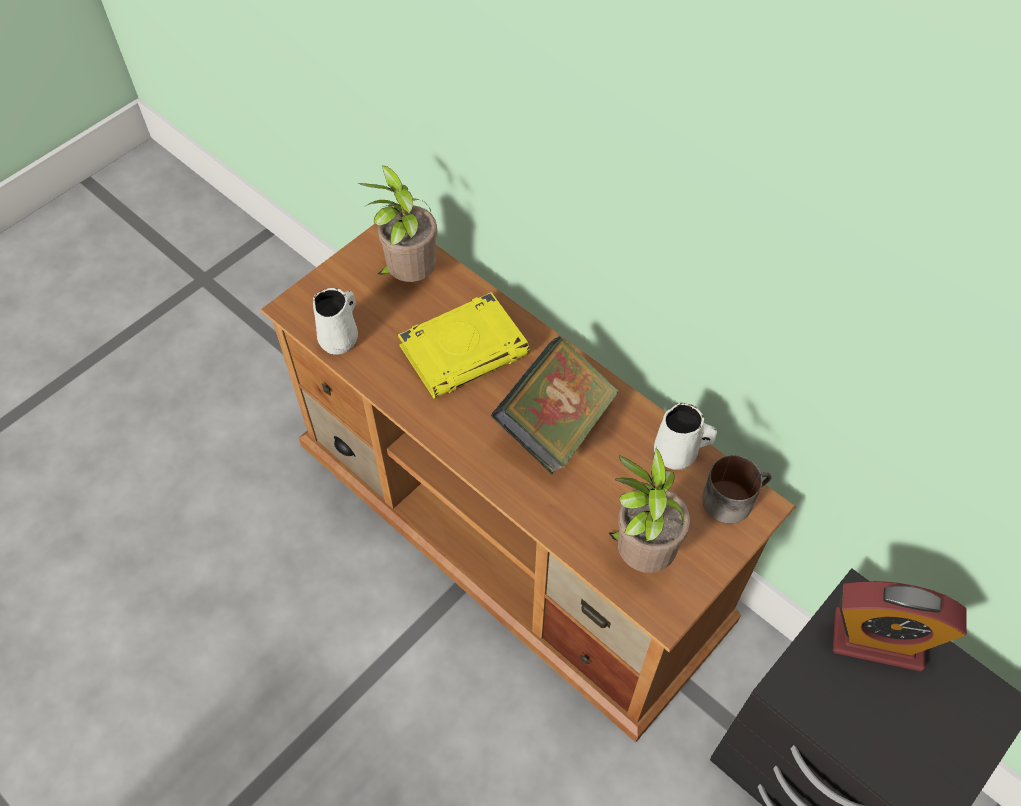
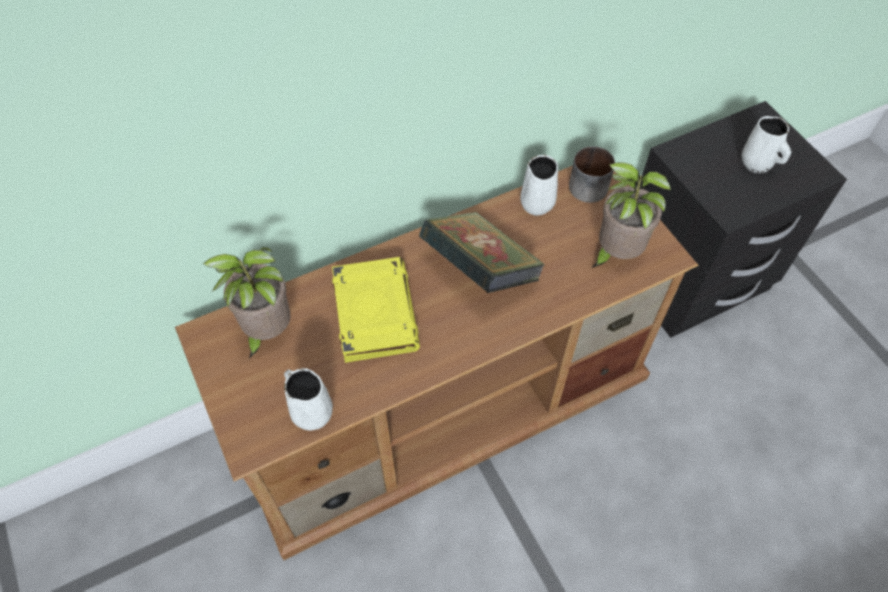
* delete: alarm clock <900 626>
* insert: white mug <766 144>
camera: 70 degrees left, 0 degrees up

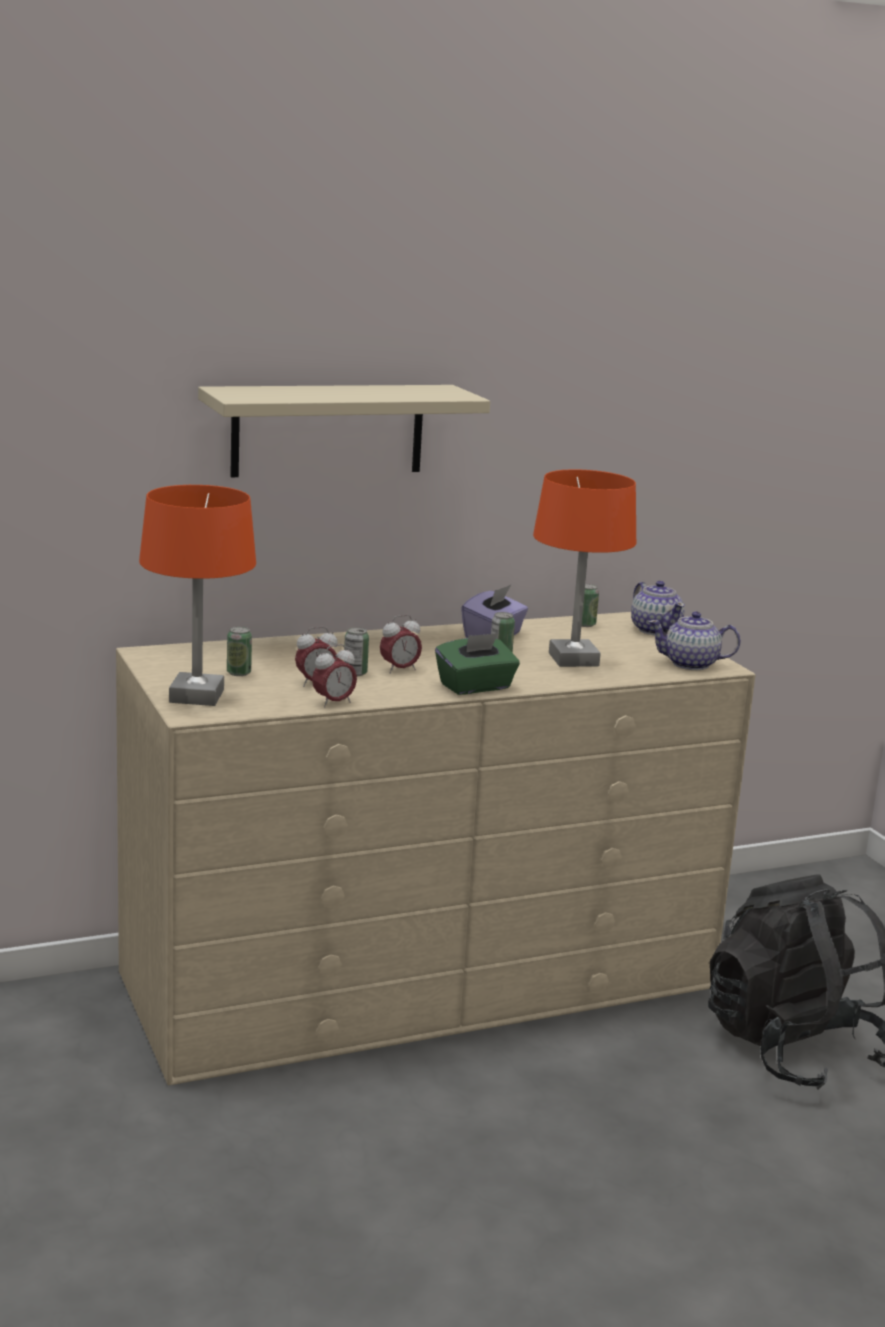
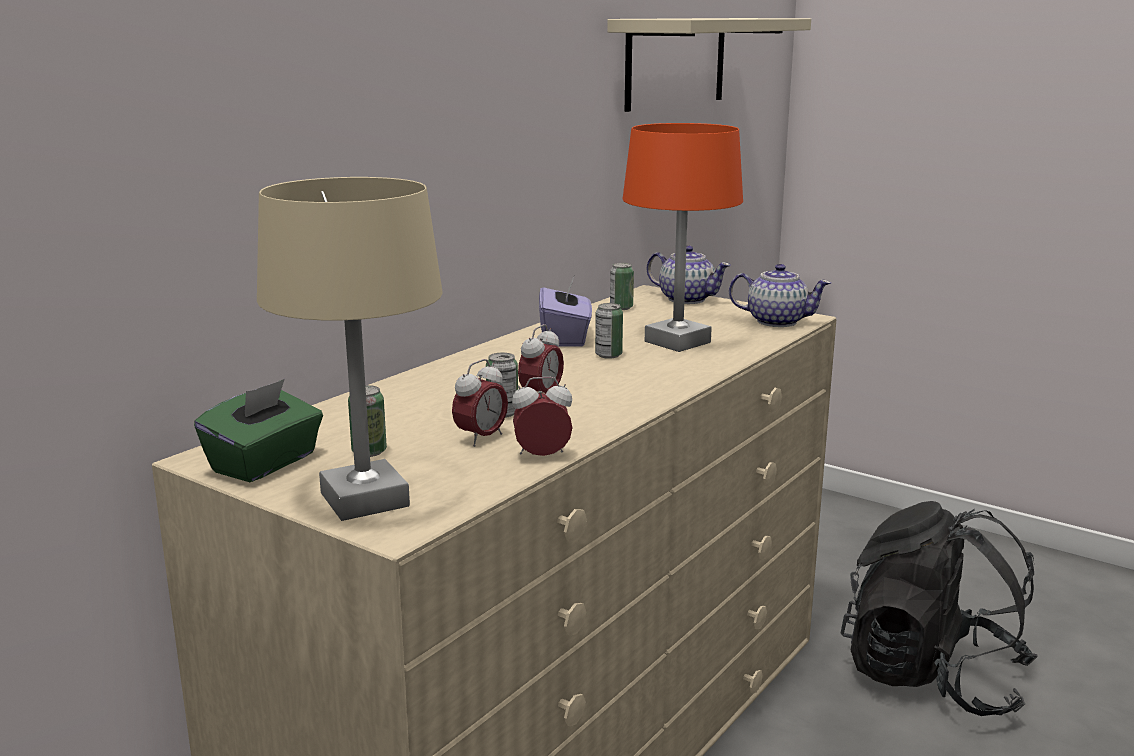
* move: beige shelf <344 431> to <709 65>
* move: green tissue box <477 664> to <258 430>
* recolor: orange table lamp <197 595> to beige table lamp <350 349>
* rotate: alarm clock <334 676> = <542 416> 120 degrees counterclockwise
* rotate: teapot <694 641> = <780 295> 135 degrees counterclockwise
camera: 30 degrees left, 0 degrees up

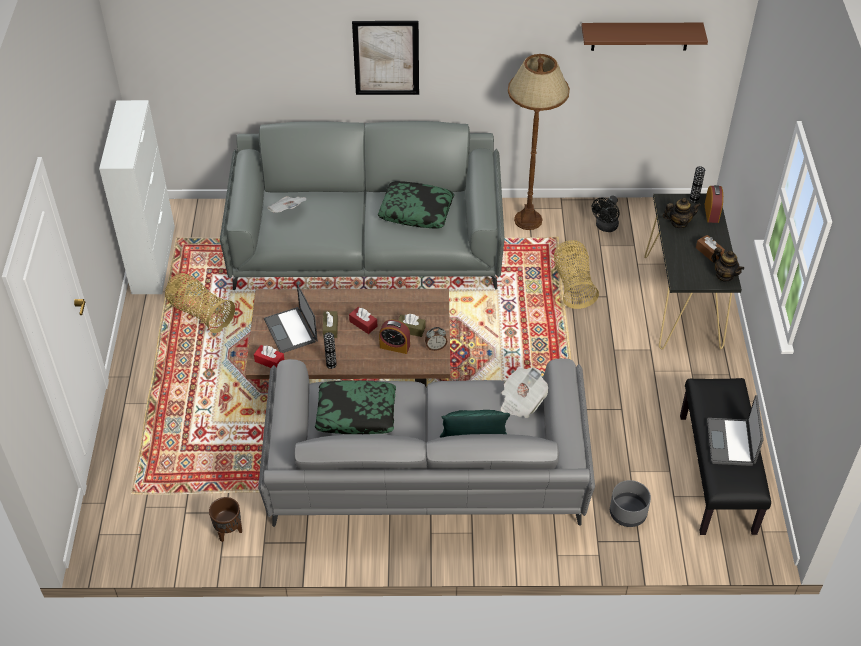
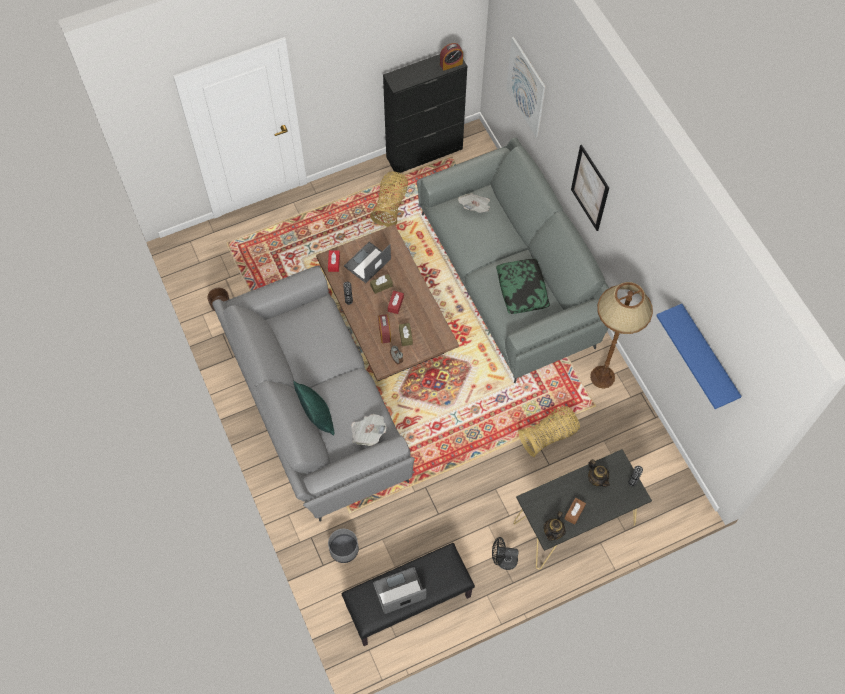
* delete: pillow <355 407>
* insert: picture <526 87>
* move: black fan <606 213> to <505 553>
* move: alarm clock <713 204> to <451 57>
* recolor: white cabinet <137 197> to black cabinet <425 113>
* recolor: brown shelf <645 37> to blue shelf <699 356>
camera: 65 degrees right, 15 degrees up

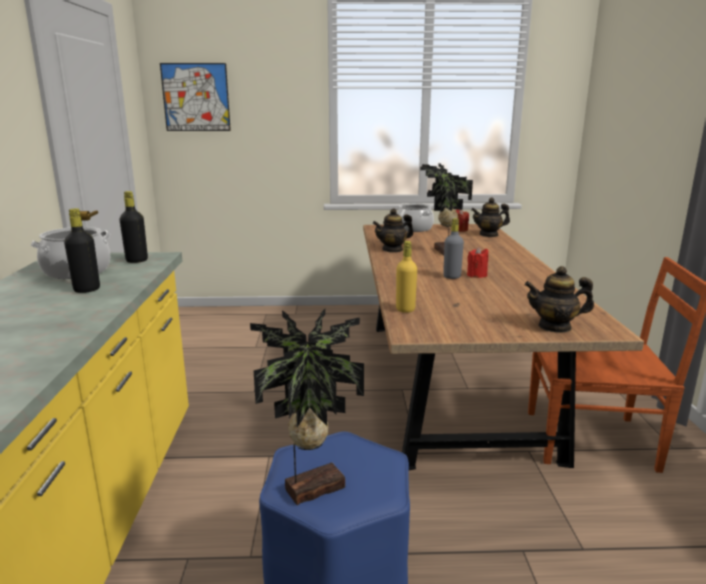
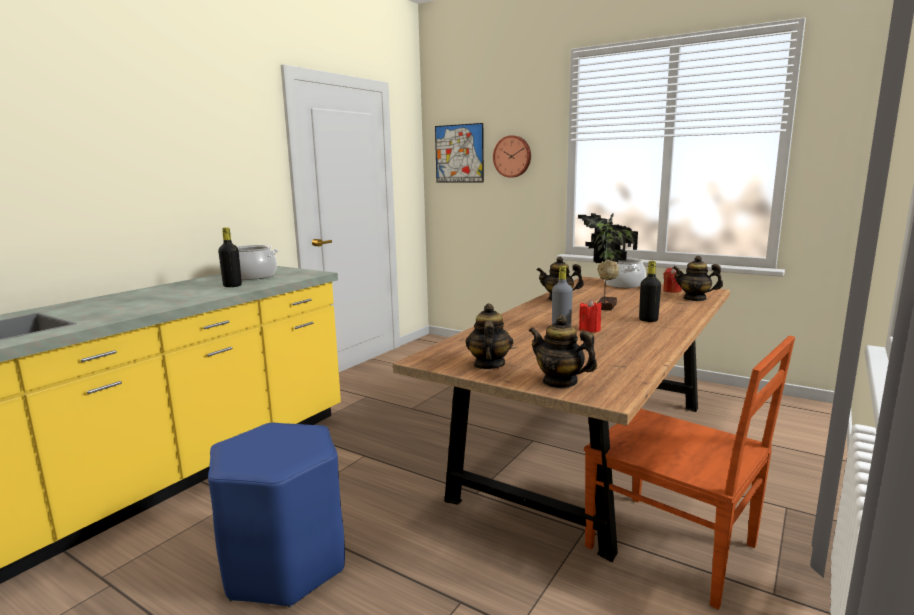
* delete: potted plant <307 407>
* delete: yellow bottle <406 277>
* insert: teapot <489 336>
* insert: wall clock <512 156>
* move: black bottle <134 227> to <650 291>
camera: 35 degrees right, 5 degrees down

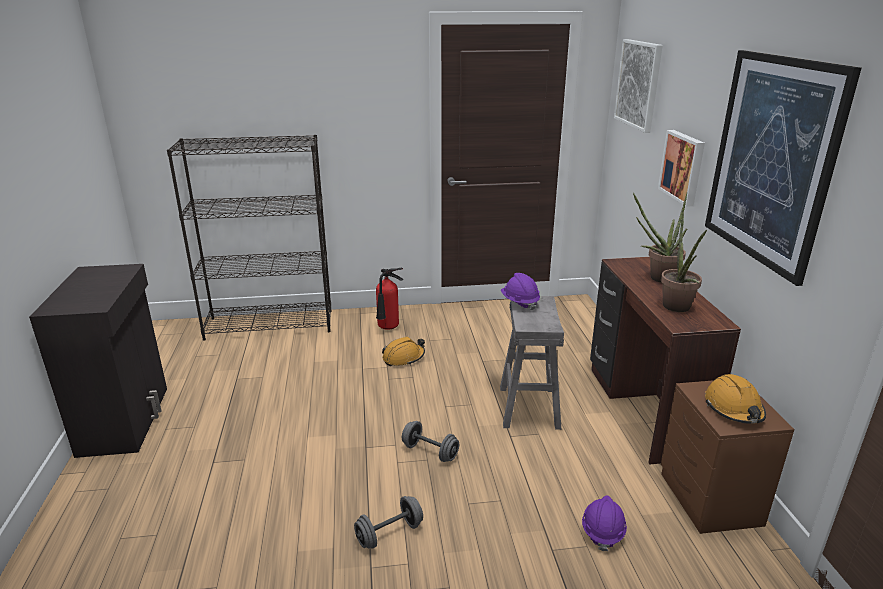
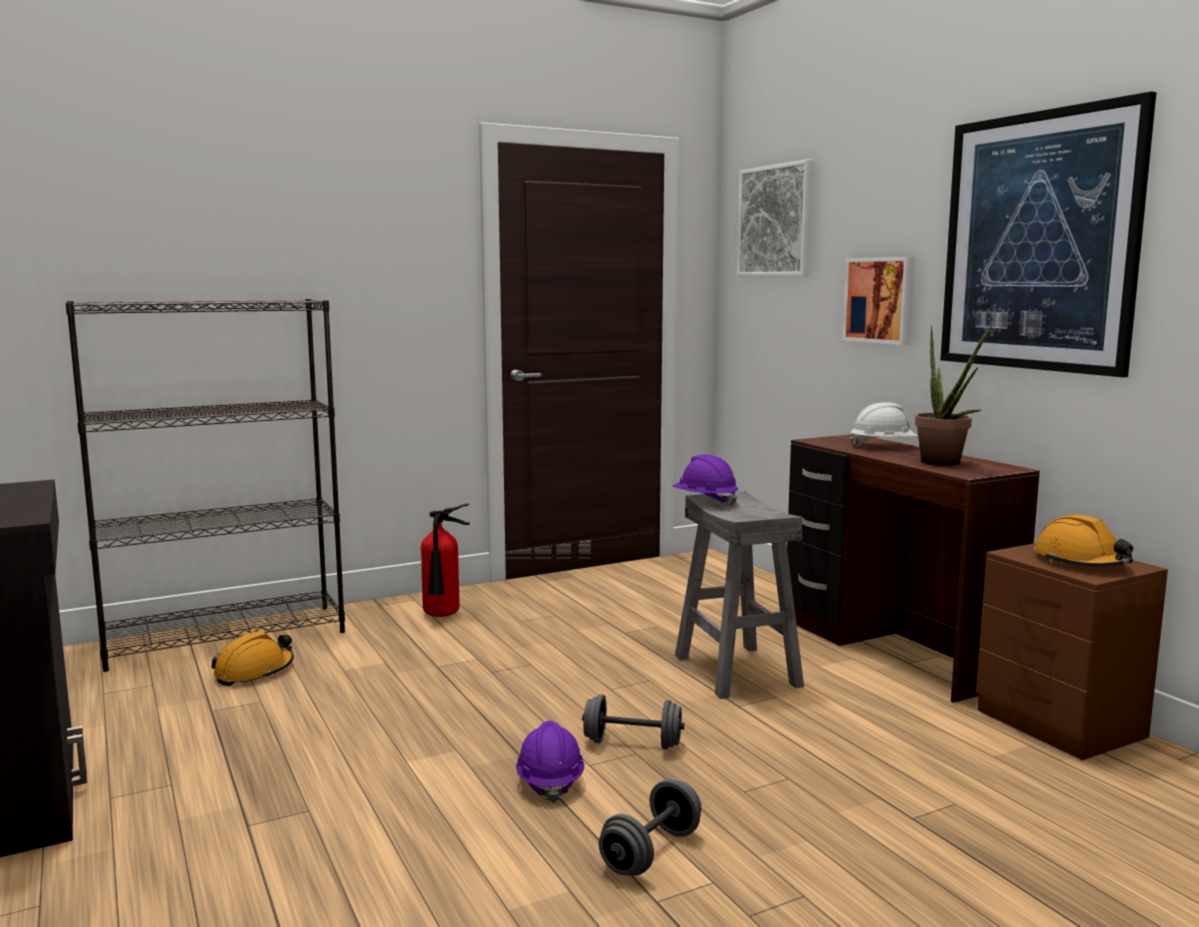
* move: orange hard hat <403 351> to <253 658>
* move: purple hard hat <604 523> to <550 762>
* replace: potted plant <660 238> to white hard hat <884 424>
camera: 20 degrees left, 15 degrees down

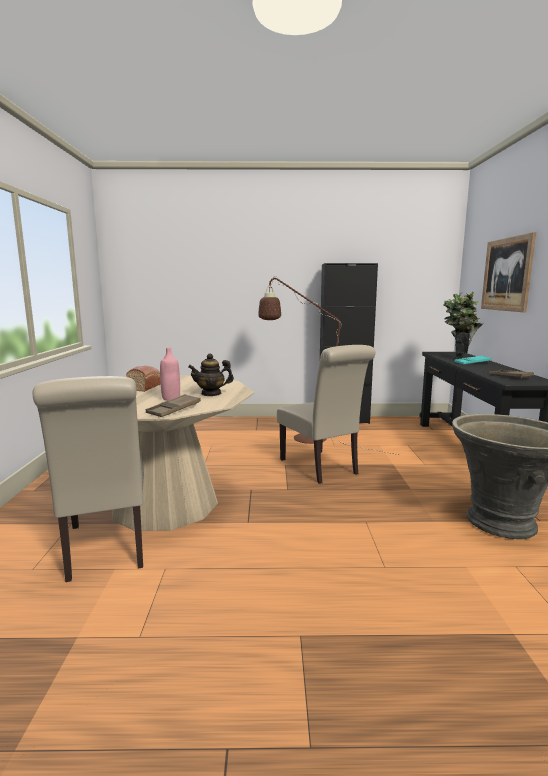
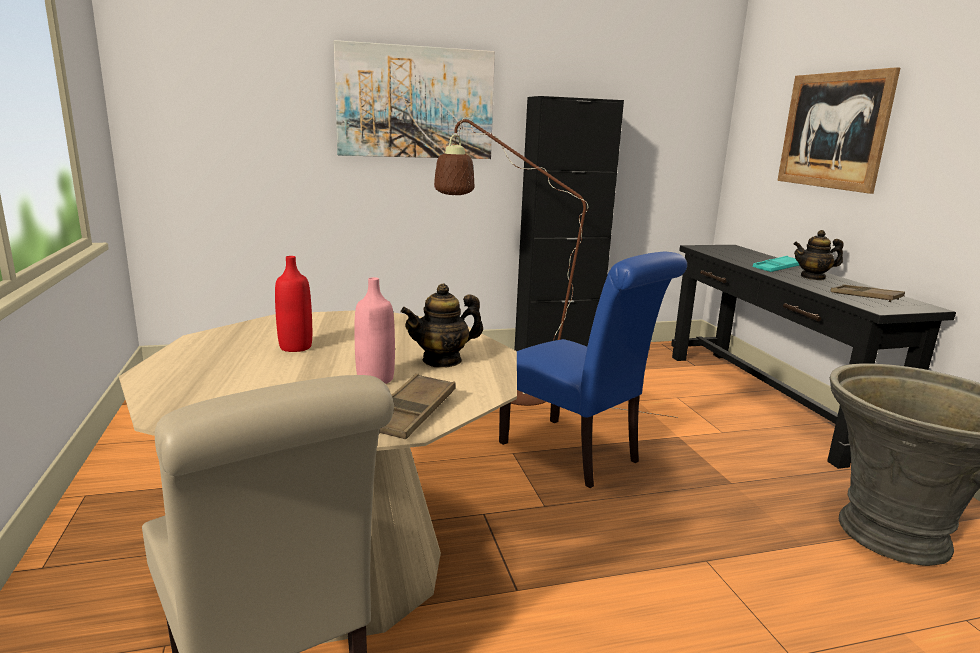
* delete: potted plant <463 325>
* insert: picture <414 99>
* insert: teapot <818 255>
* replace: bread <143 379> to red bottle <293 304>
* recolor: beige chair <326 414> to blue chair <593 370>
camera: 15 degrees left, 5 degrees up

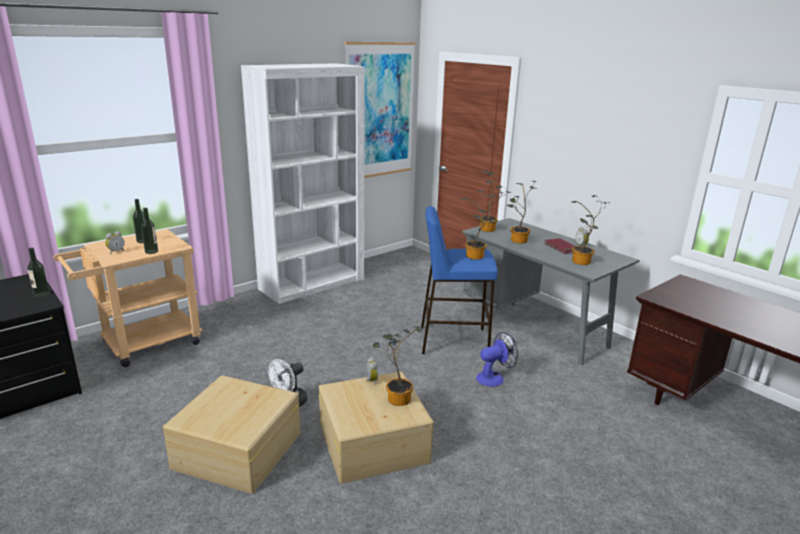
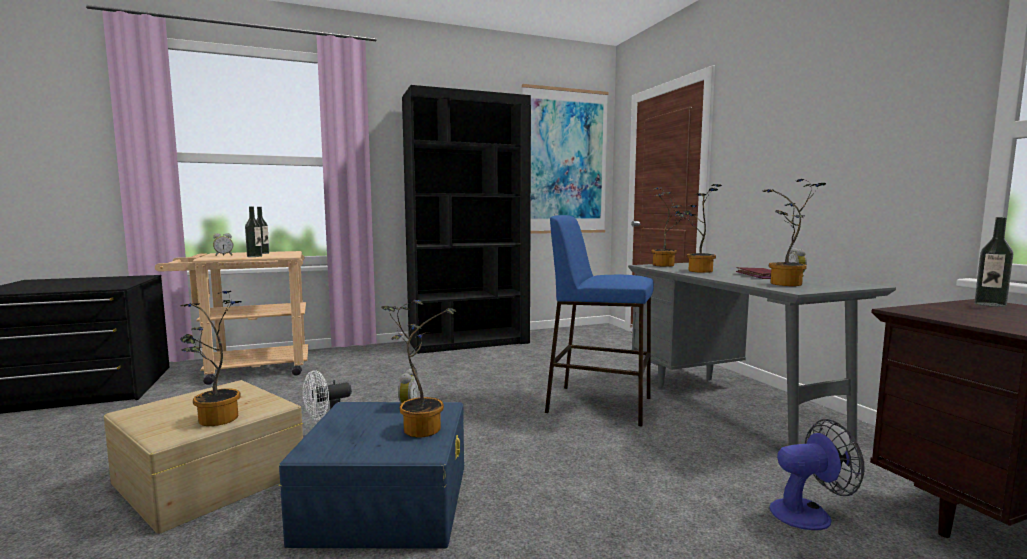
* move: bottle <39 273> to <993 262>
* move: potted plant <478 225> to <210 358>
* move: fan <497 359> to <817 474>
* recolor: white bookcase <303 183> to black bookcase <466 219>
* recolor: beige storage box <375 427> to blue storage box <371 475>
camera: 20 degrees right, 15 degrees down

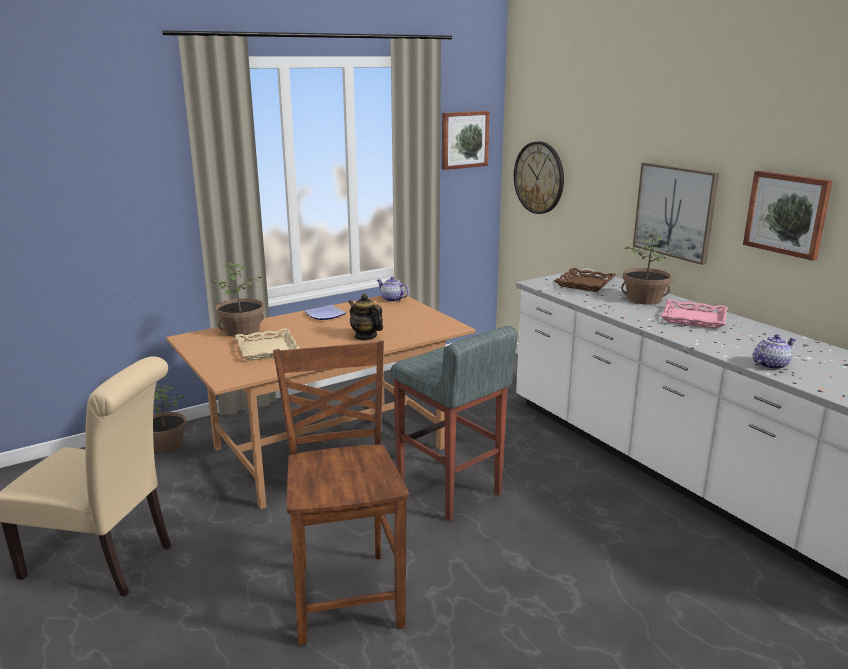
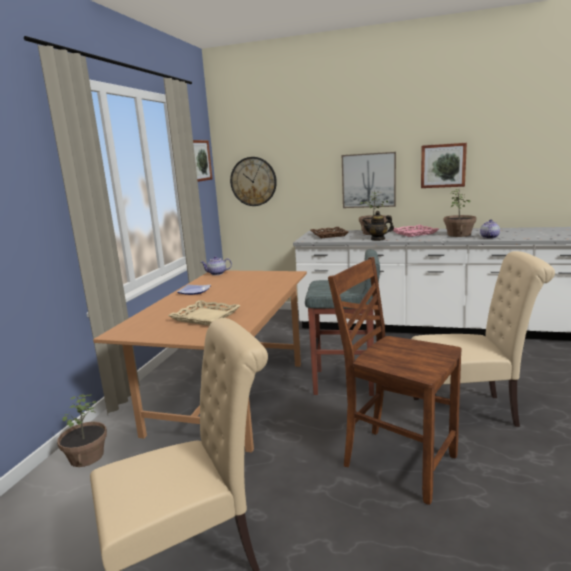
* insert: beige chair <483 339>
* move: potted plant <238 300> to <460 213>
* move: teapot <365 317> to <378 226>
camera: 40 degrees left, 5 degrees down

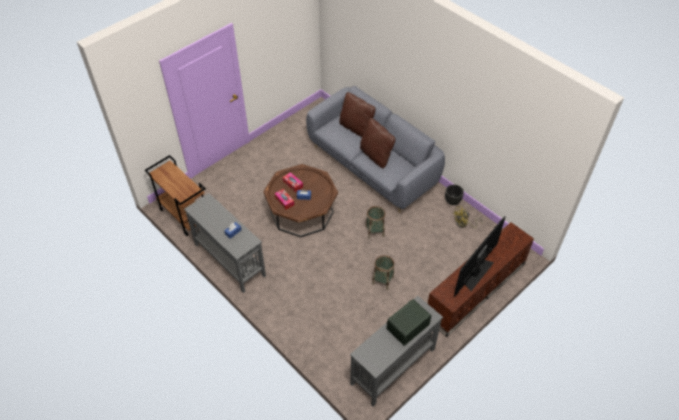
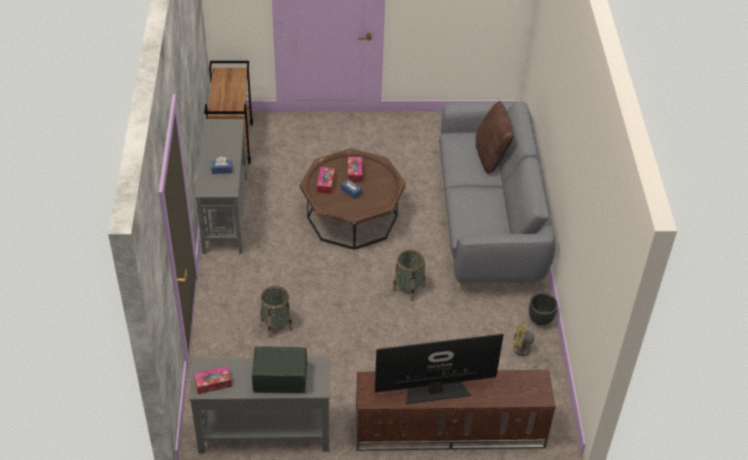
* delete: brown pillow <378 143>
* insert: tissue box <213 380>
* move: basket <383 272> to <276 312>
camera: 40 degrees right, 5 degrees down

